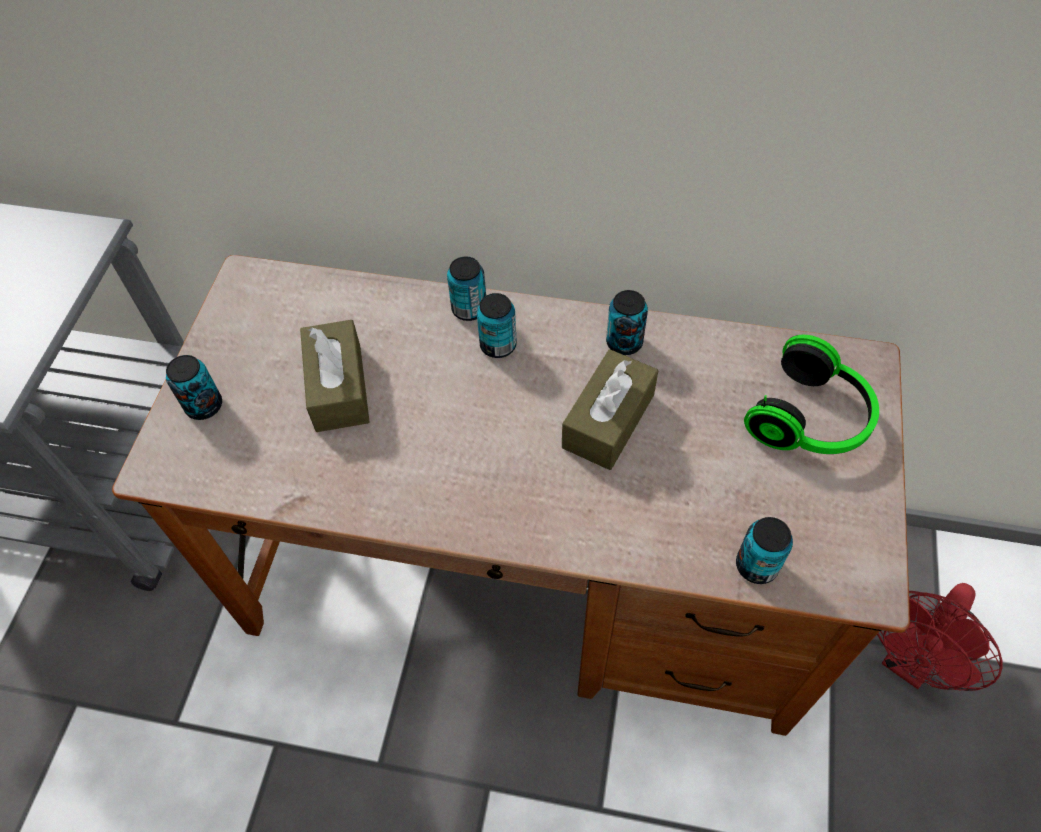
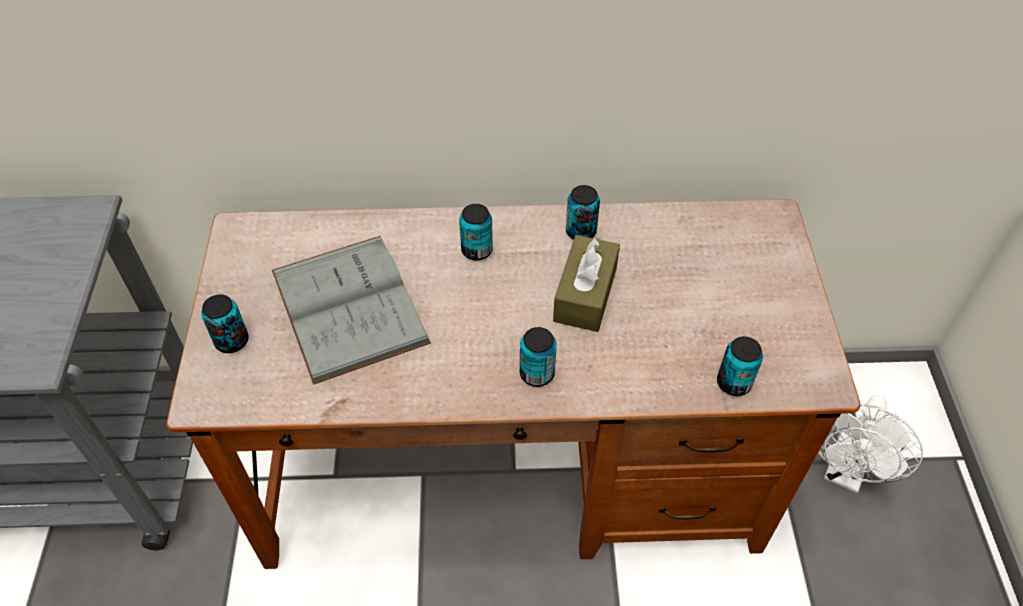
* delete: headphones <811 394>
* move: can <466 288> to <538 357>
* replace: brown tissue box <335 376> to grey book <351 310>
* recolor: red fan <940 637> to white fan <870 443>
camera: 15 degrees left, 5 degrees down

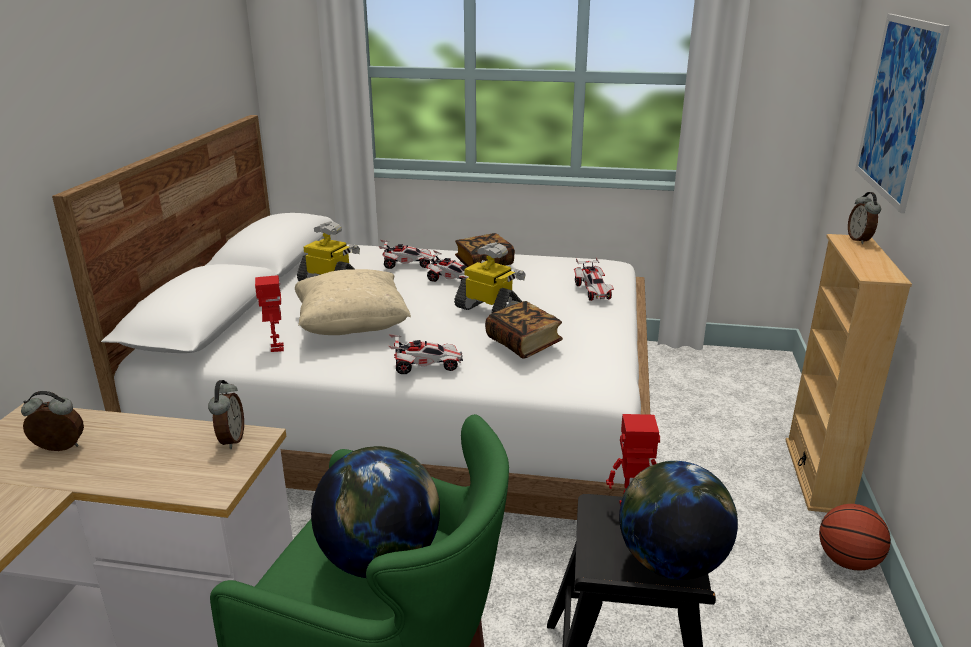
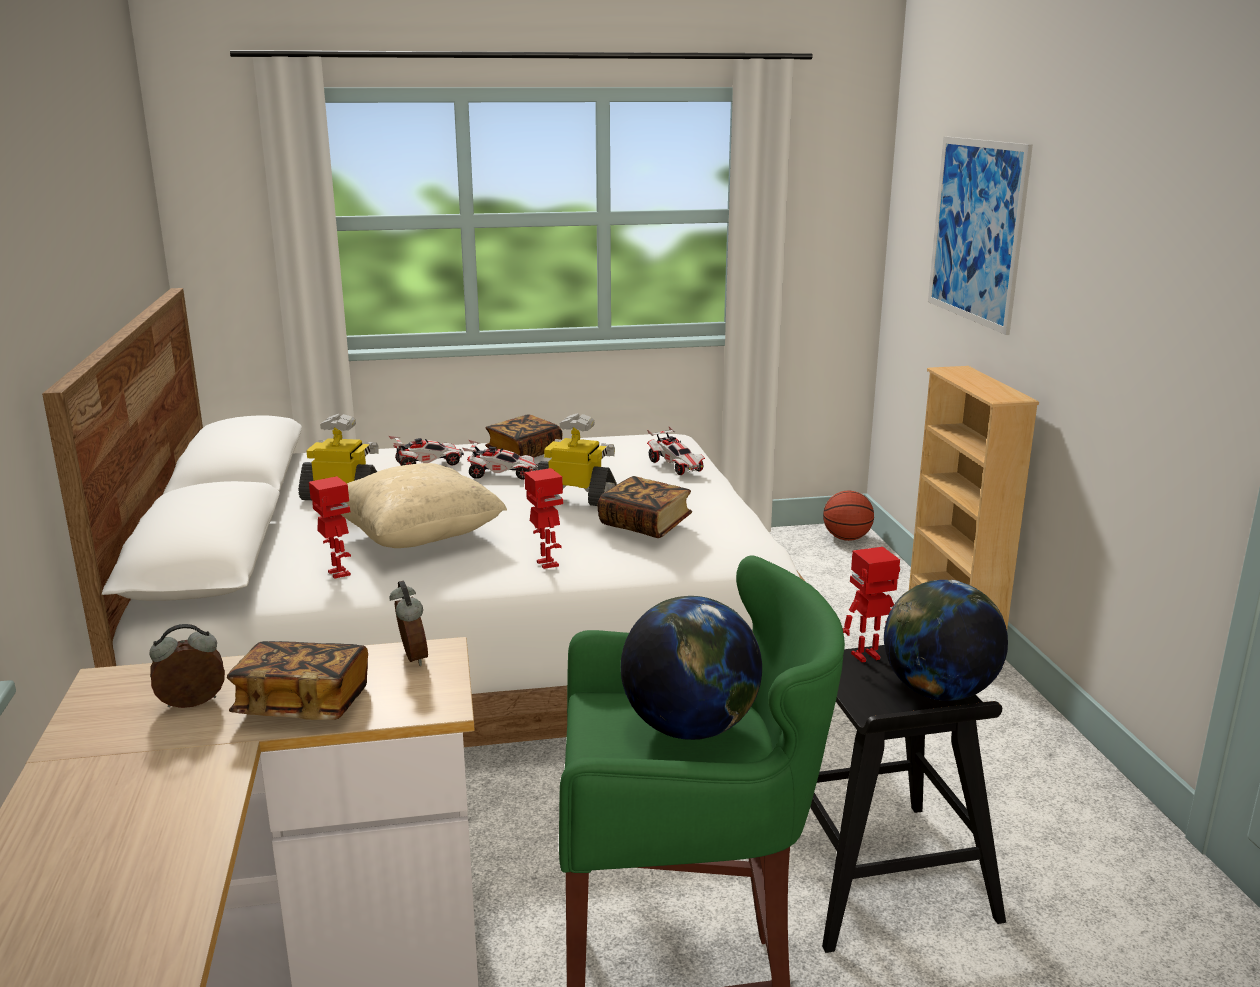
* delete: alarm clock <864 218>
* insert: book <297 680>
* move: basketball <855 537> to <848 516>
* replace: toy car <426 354> to toy robot <543 518>
camera: 20 degrees left, 5 degrees down

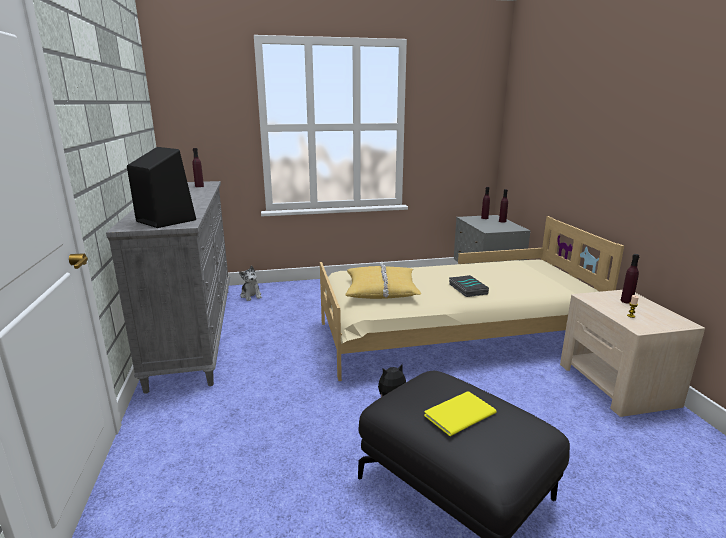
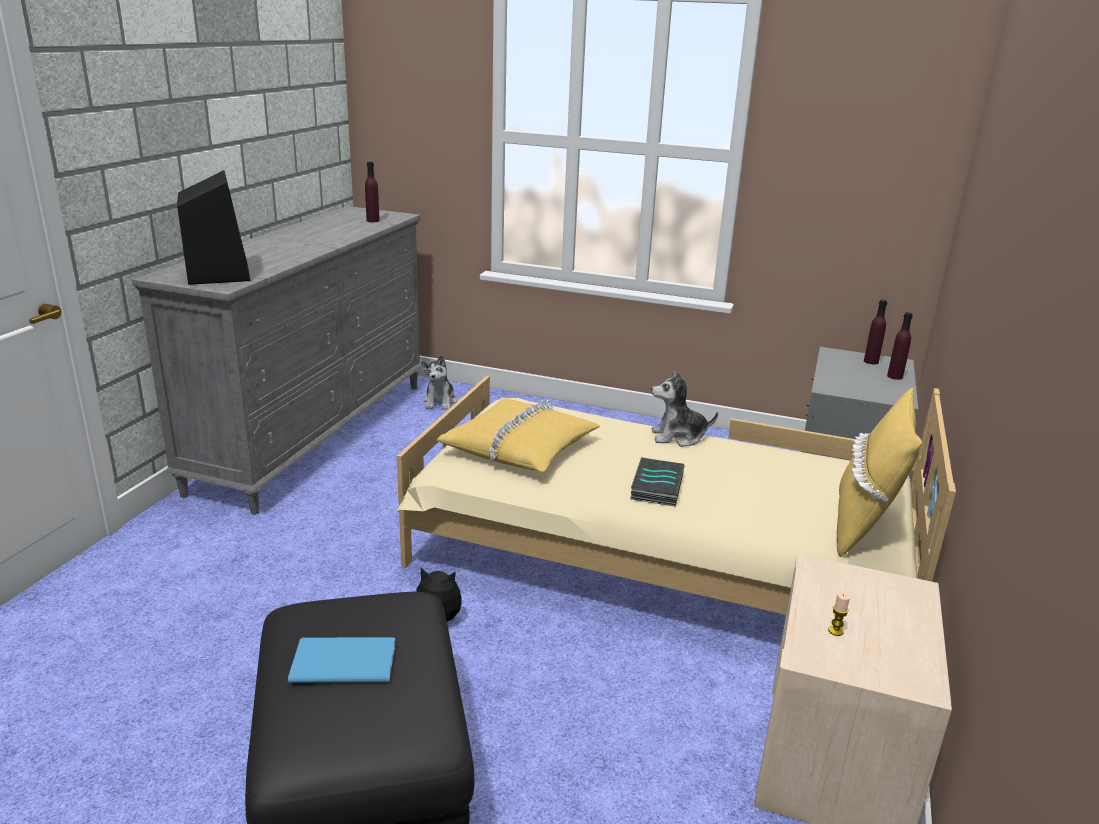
* delete: purple bottle <630 279>
* insert: plush toy <684 409>
* insert: yellow pillow <879 472>
* recolor: yellow book <460 413> to blue book <341 660>
camera: 30 degrees right, 5 degrees up

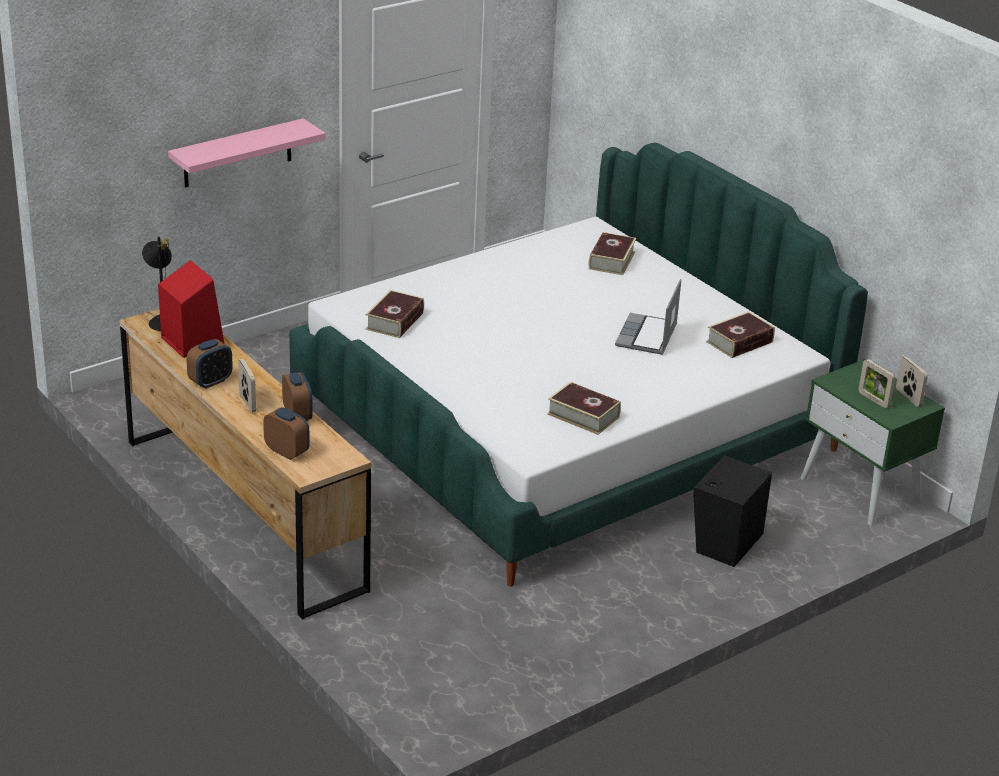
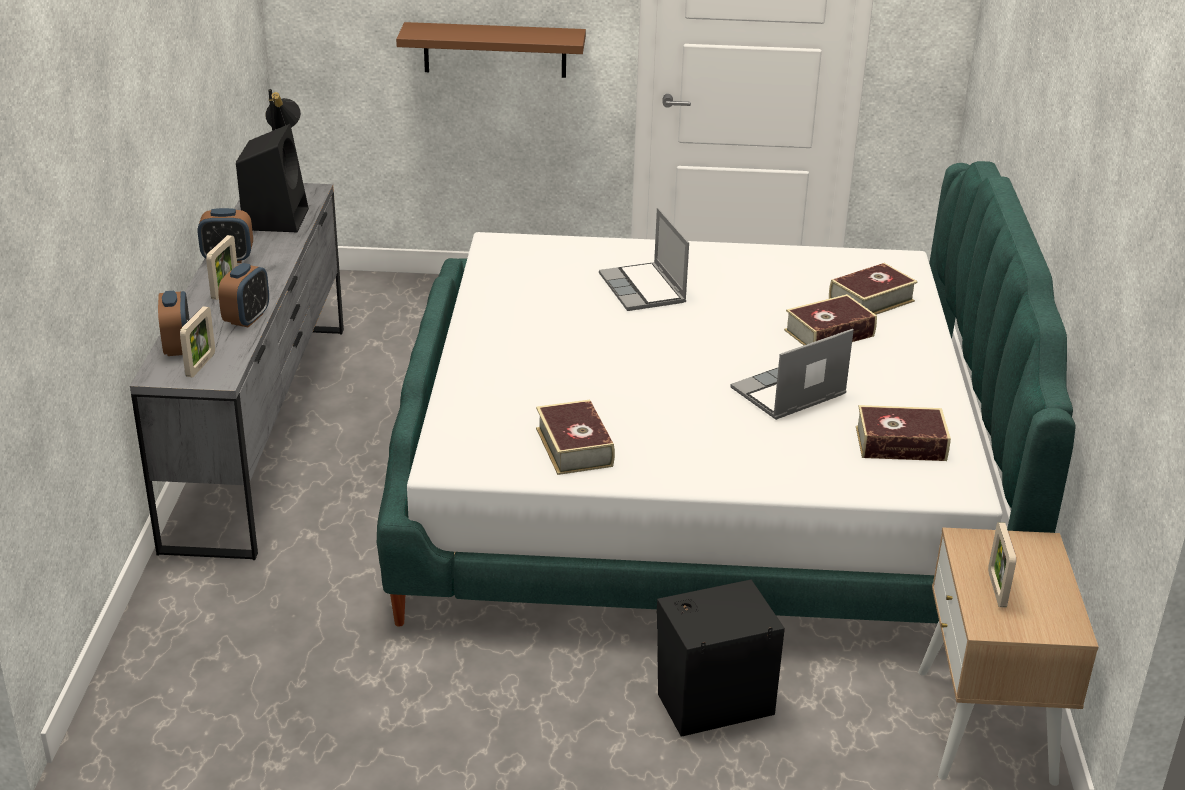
* insert: laptop <644 259>
* move: book <395 314> to <830 319>
* move: picture frame <912 382> to <197 341>
* recolor: brown dresser <245 464> to grey dresser <237 371>
* recolor: red speaker <191 309> to black speaker <272 178>
* recolor: pink shelf <247 153> to brown shelf <491 50>
* recolor: green nightstand <873 442> to beige nightstand <1008 656>
camera: 40 degrees right, 0 degrees up

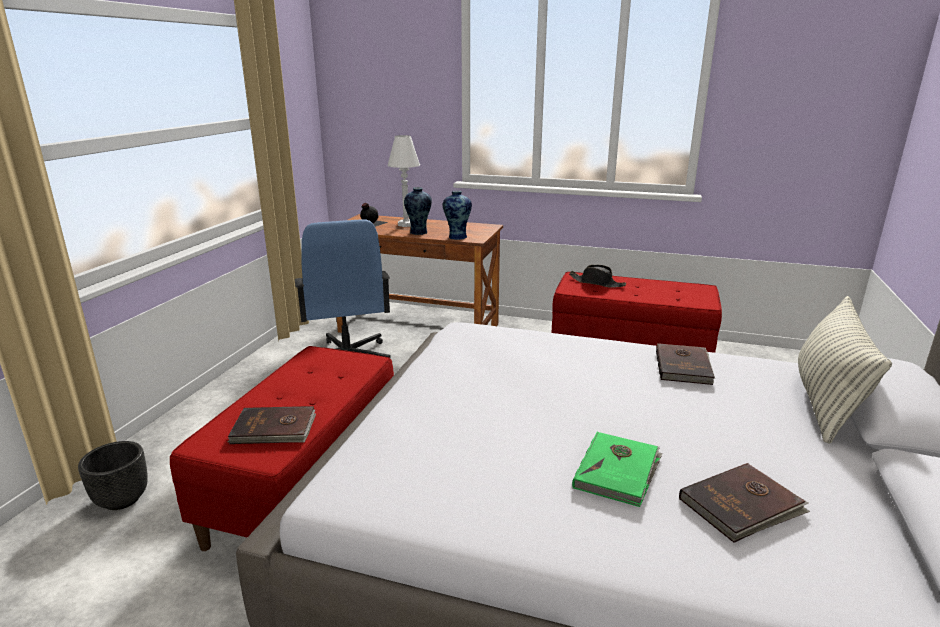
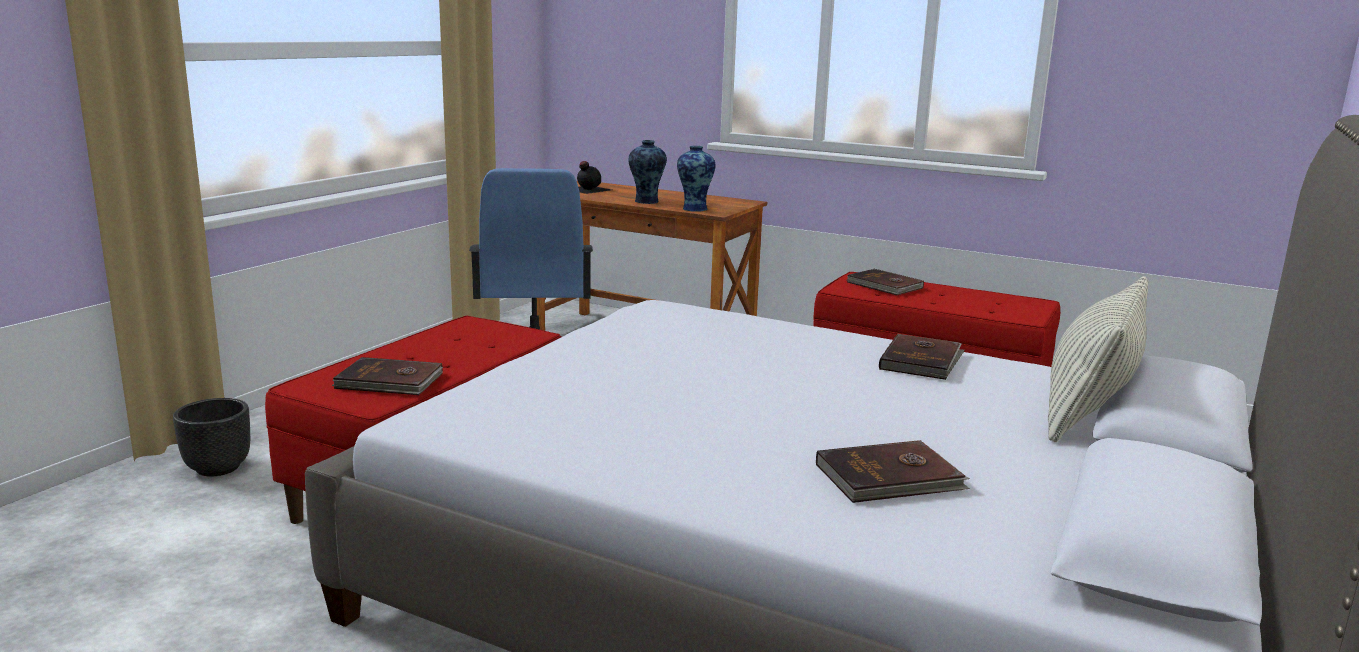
* delete: white table lamp <404 181>
* delete: green book <617 469>
* replace: black hat <597 276> to brown book <885 282>
camera: 10 degrees right, 5 degrees down

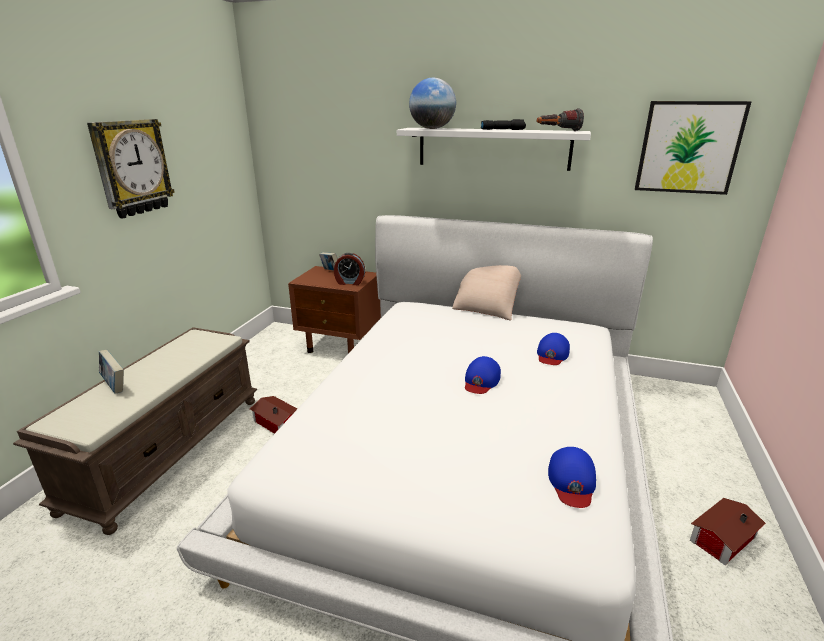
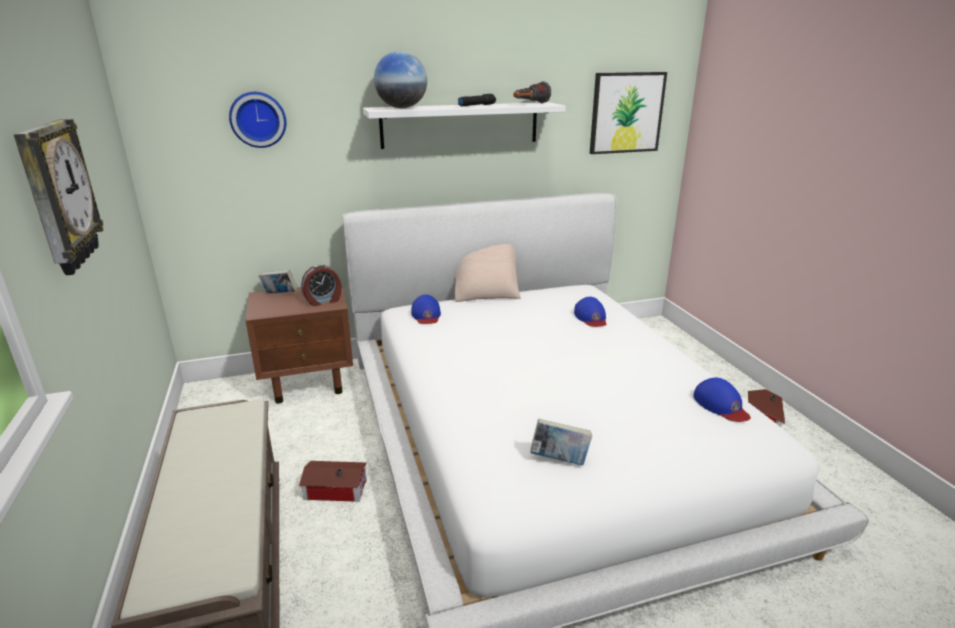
* insert: wall clock <257 120>
* move: book <111 372> to <561 442>
* move: blue cap <483 375> to <426 309>
camera: 35 degrees left, 0 degrees up

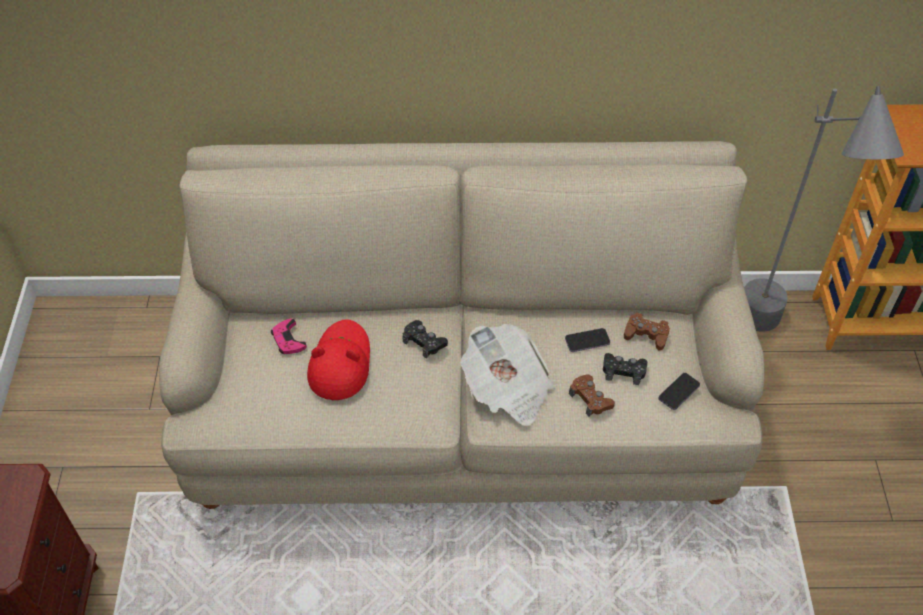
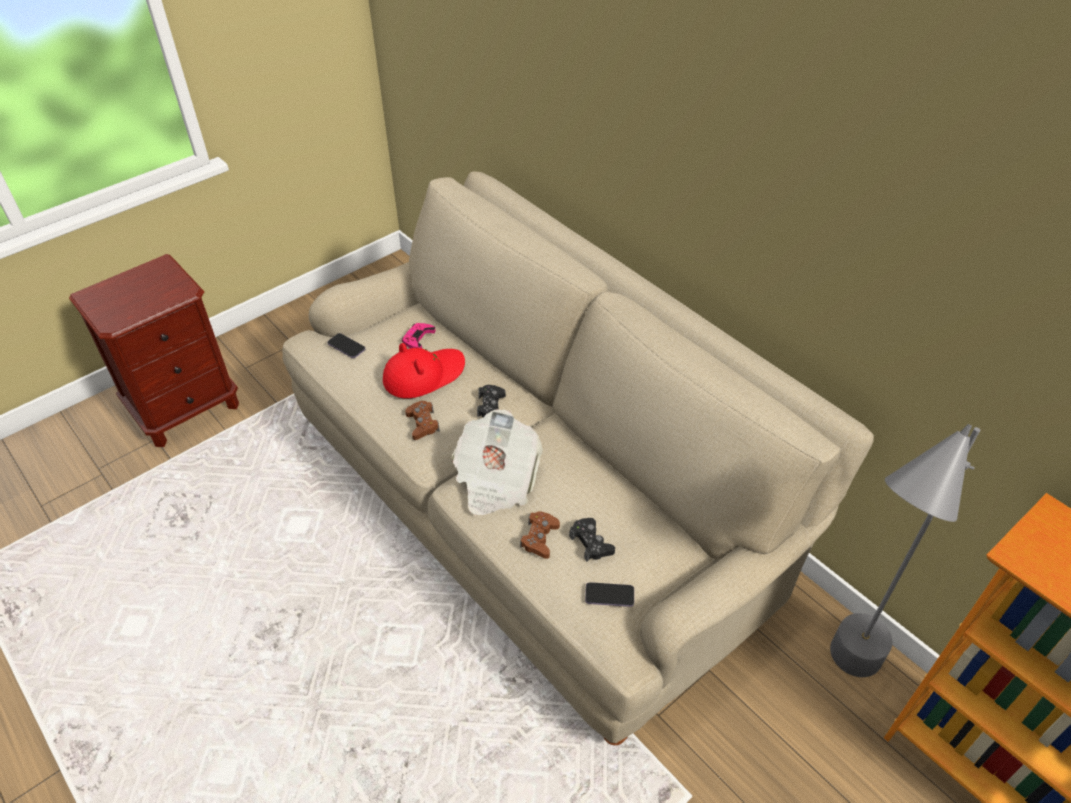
* move: phone <587 340> to <346 345>
* move: brown game controller <647 331> to <422 420>
camera: 50 degrees right, 5 degrees down

